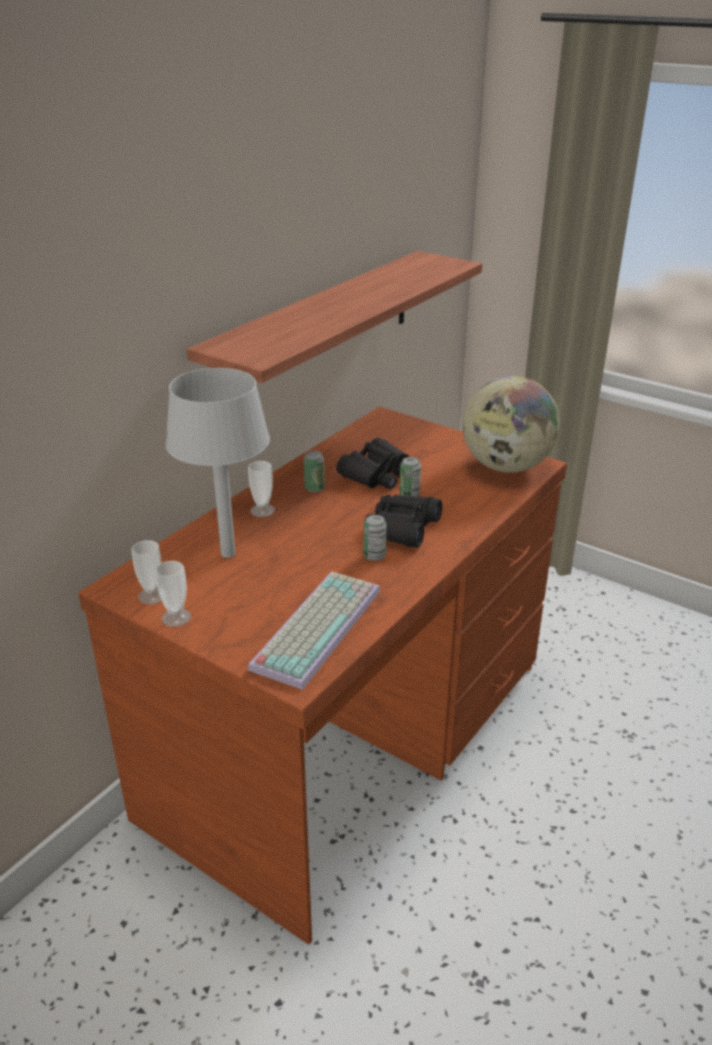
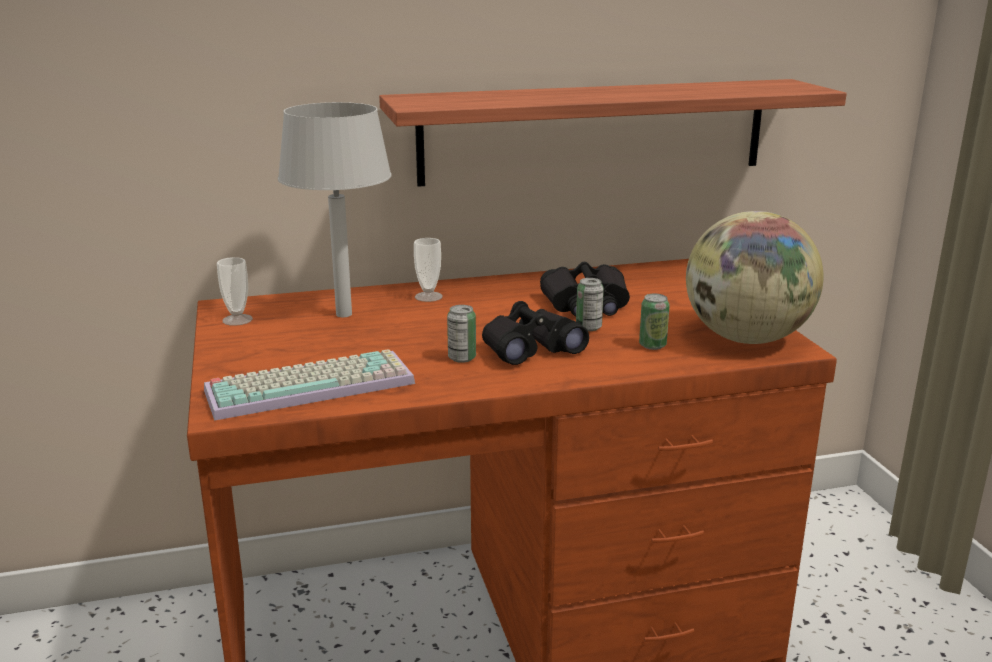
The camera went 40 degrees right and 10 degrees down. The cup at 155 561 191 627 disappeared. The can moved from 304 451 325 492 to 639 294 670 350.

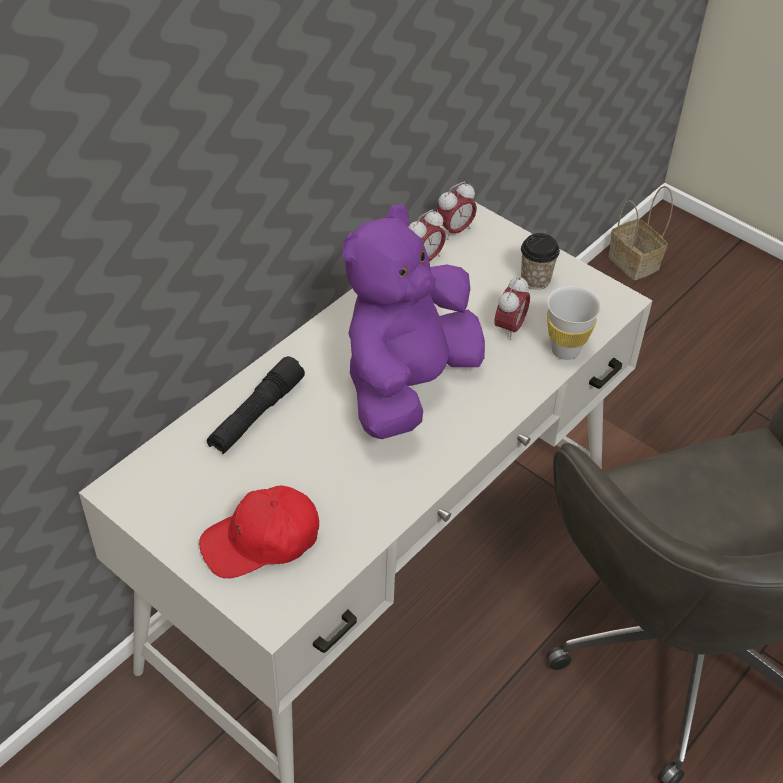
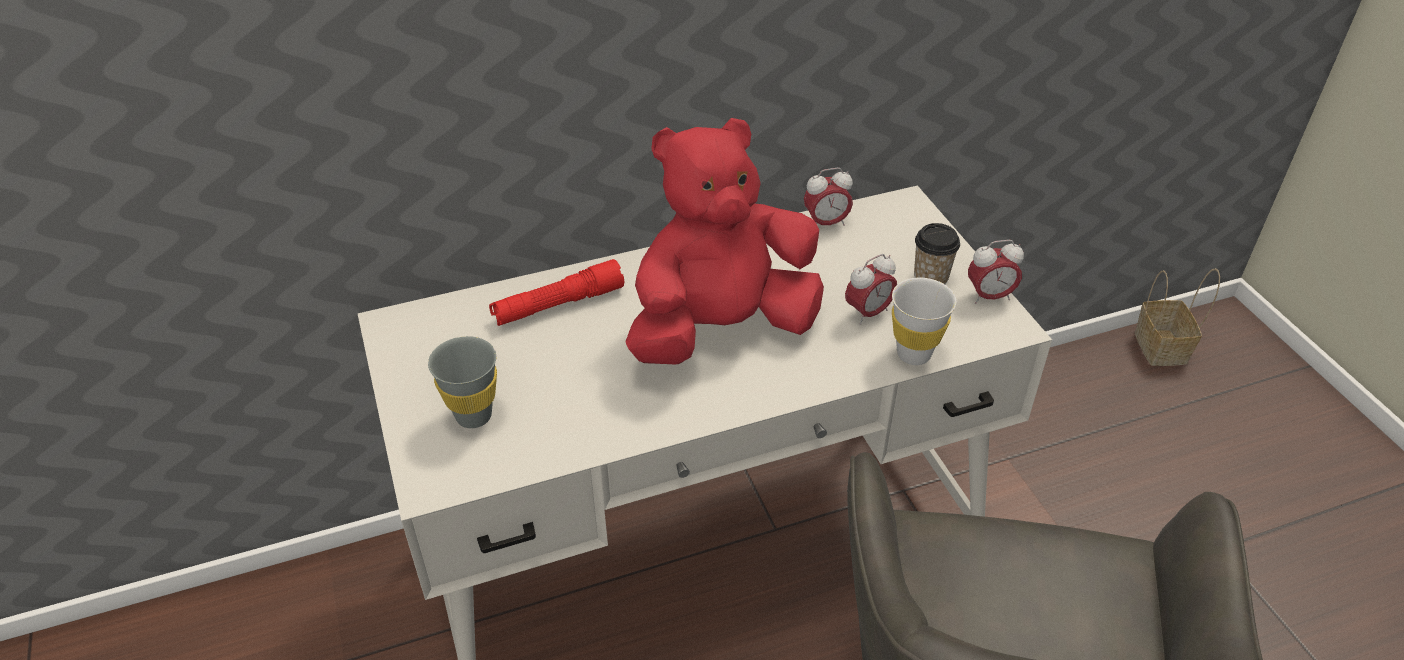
The camera went 30 degrees right and 5 degrees down. The alarm clock moved from 436 182 477 240 to 968 240 1024 304. The cap in red at 199 485 319 578 was replaced by the cup in grey at 428 336 497 428. The flashlight in black at 207 356 305 454 became the flashlight in red at 489 259 624 326. The plush toy in purple at 342 204 485 439 became the plush toy in red at 625 118 824 364.

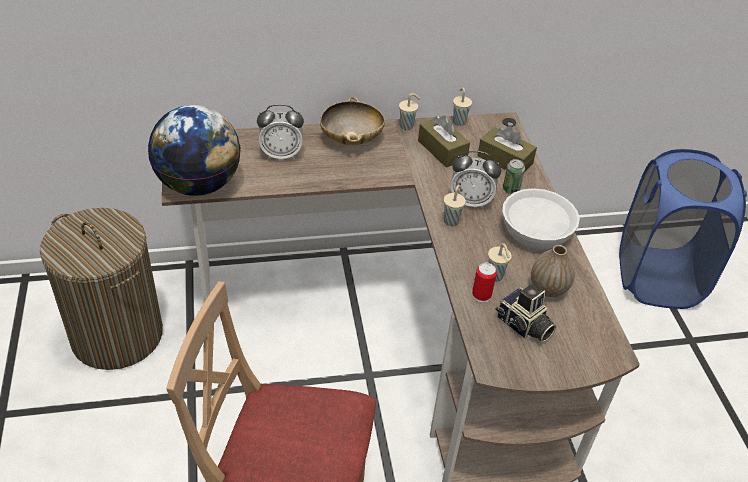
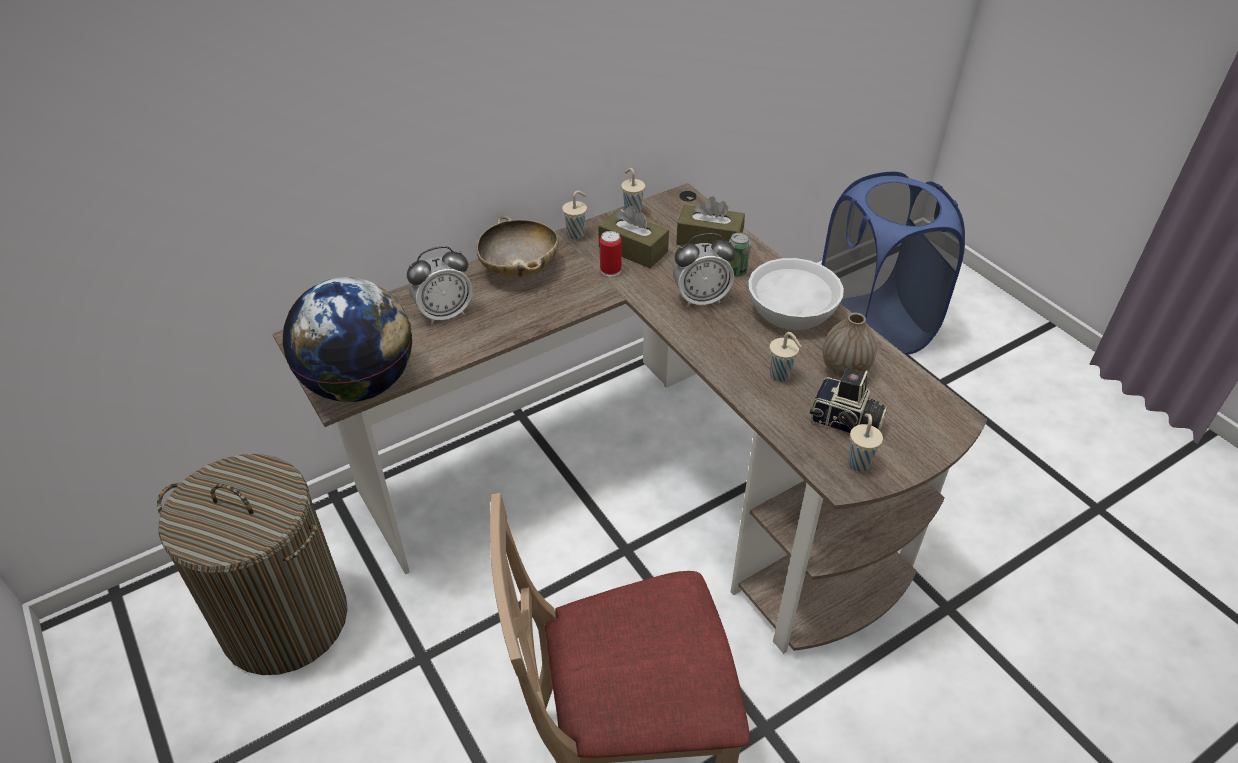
The camera went 20 degrees left and 0 degrees up. The cup in beige moved from 444 185 466 226 to 848 414 883 472. The can moved from 472 263 497 302 to 600 231 621 277.

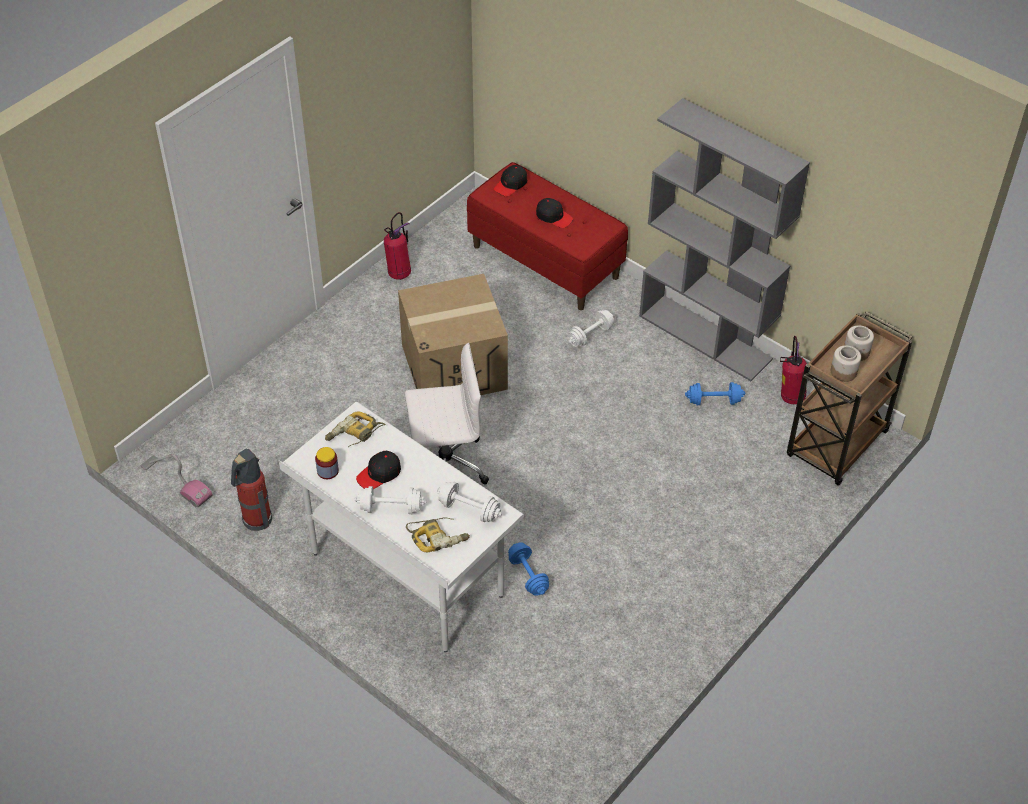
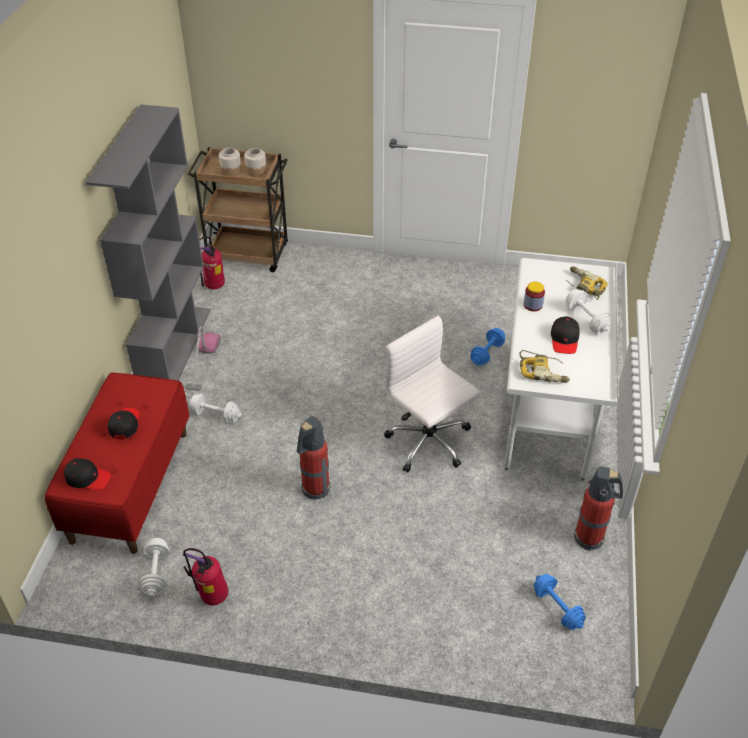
The camera went 120 degrees left and 5 degrees down. The vacuum cleaner moved from 141 454 213 508 to 185 326 221 391. The jar moved from 315 447 339 479 to 524 282 545 311. The dumbbell in white moved from 437 482 502 522 to 140 538 169 596. The dumbbell in blue moved from 685 382 745 405 to 533 574 586 630. The cardboard box at 398 274 508 395 was replaced by the fire extinguisher at 297 416 330 499. The cap in black at 356 451 401 489 turned 75 degrees clockwise.

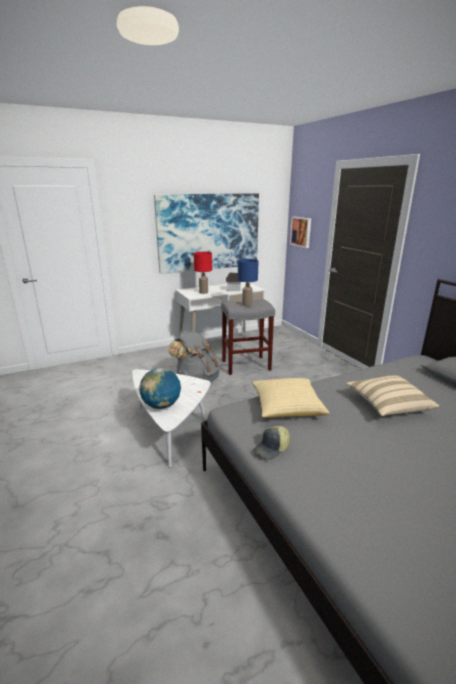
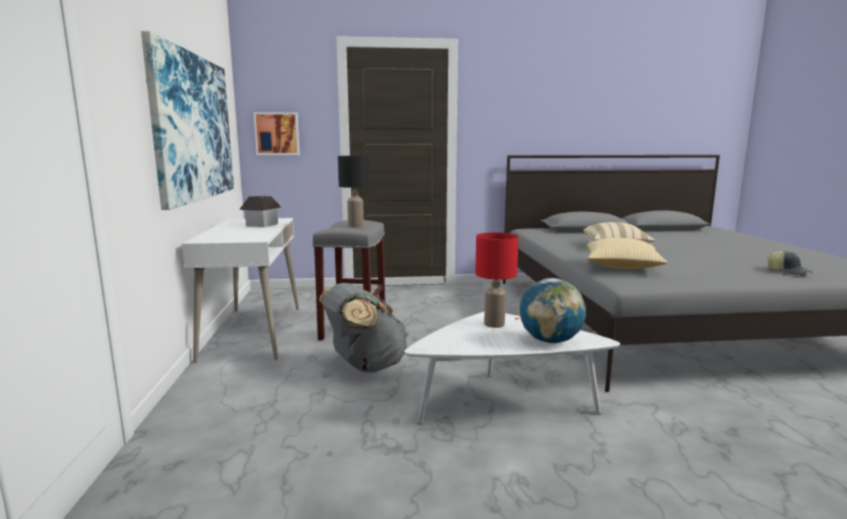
The camera went 70 degrees left and 10 degrees down. The table lamp in red moved from 194 252 212 294 to 475 232 519 328. The cap moved from 253 426 290 460 to 768 250 812 275. The table lamp in blue at 238 259 259 306 became the table lamp in black at 338 156 371 227.

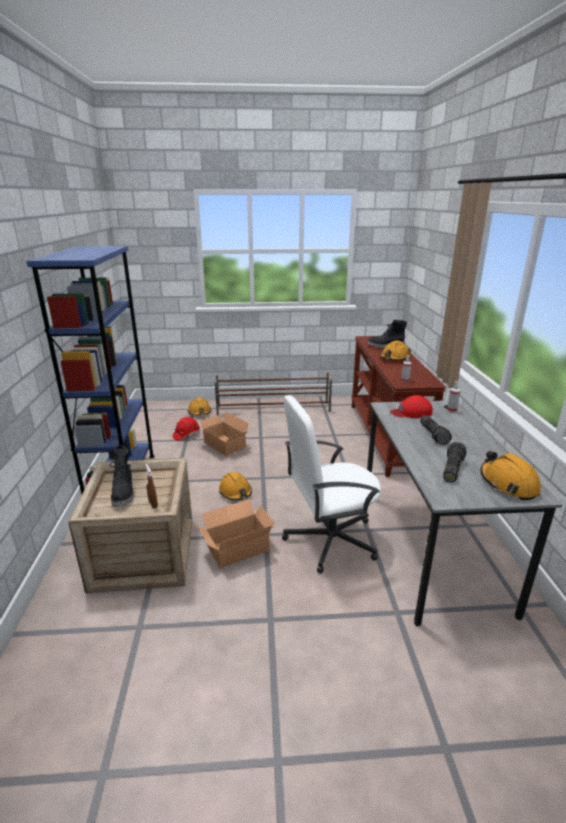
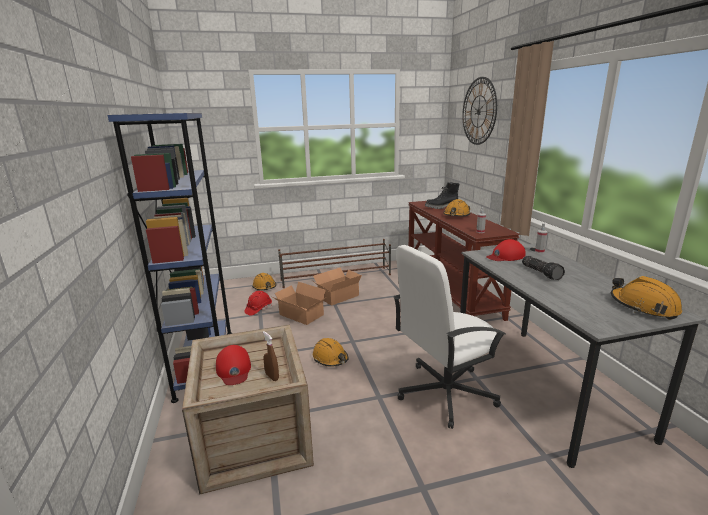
The camera went 10 degrees left and 5 degrees down. The flashlight at 443 442 467 482 disappeared. The wall clock at 462 77 497 145 appeared. The cardboard box moved from 197 499 275 569 to 313 268 362 306. The boot in black at 110 445 134 507 was replaced by the cap in red at 216 345 251 385.

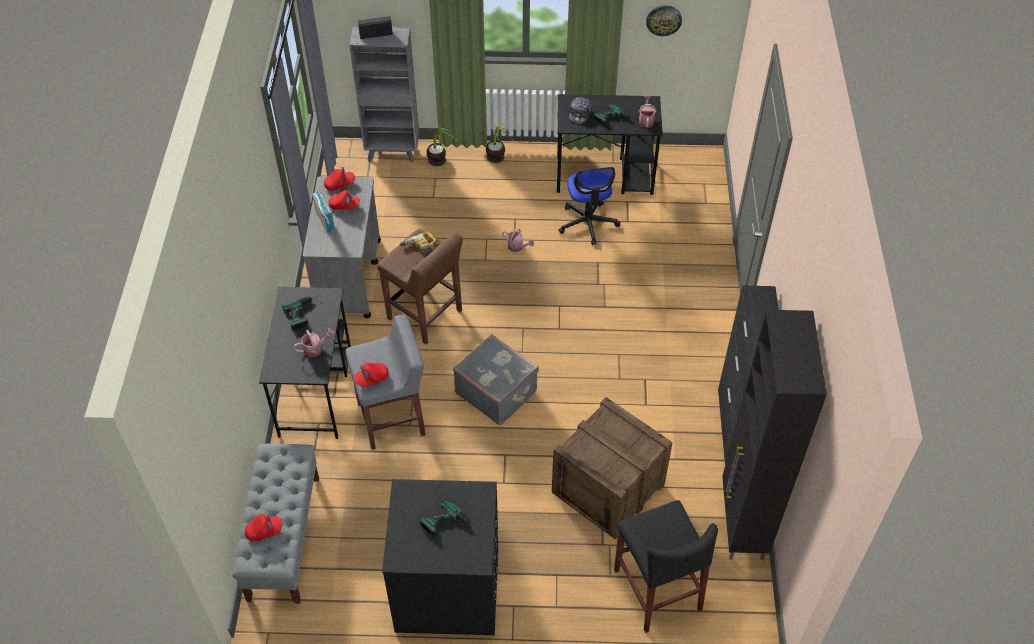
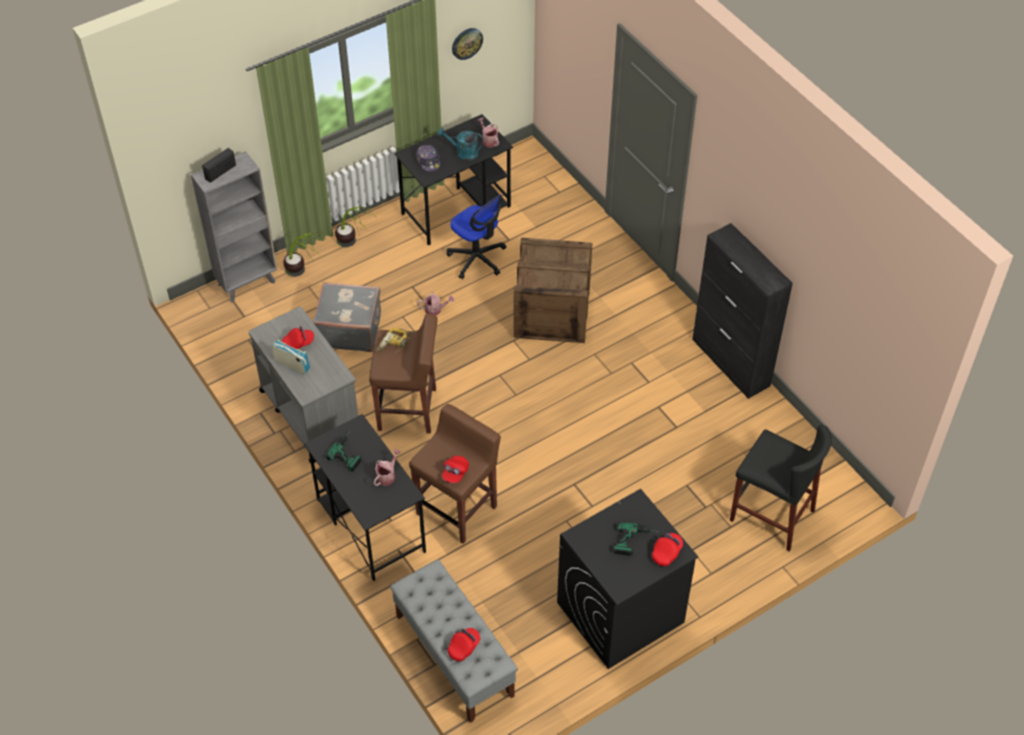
The camera went 35 degrees left and 0 degrees up. The cabinet in black at 722 310 827 560 disappeared. The cap in red moved from 324 167 355 191 to 652 533 683 566. The suitcase in grey moved from 453 334 539 425 to 313 282 381 352. The crate moved from 552 397 672 540 to 514 238 592 343. The power drill at 594 103 633 126 was replaced by the watering can in turquoise at 437 128 484 161. The stool in grey at 346 315 426 450 became the stool in brown at 409 404 501 544.

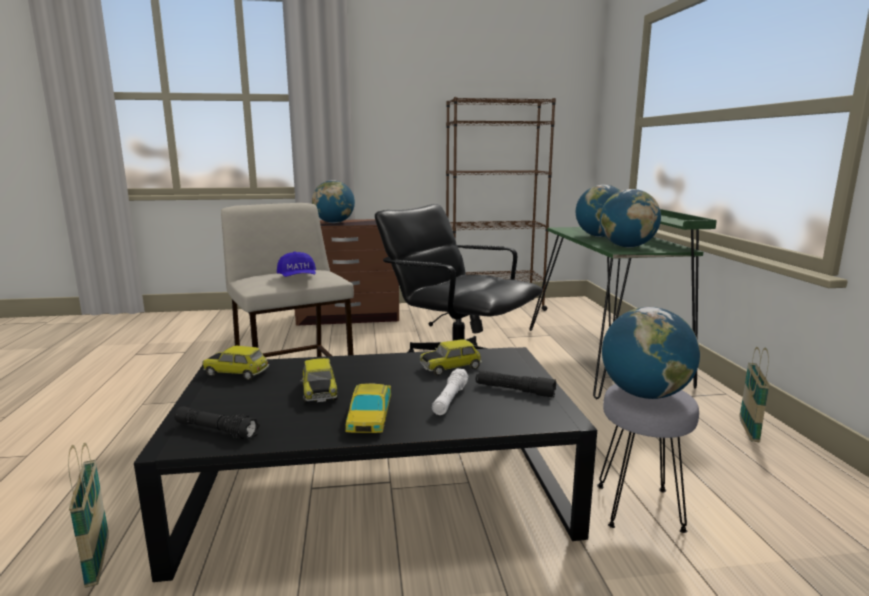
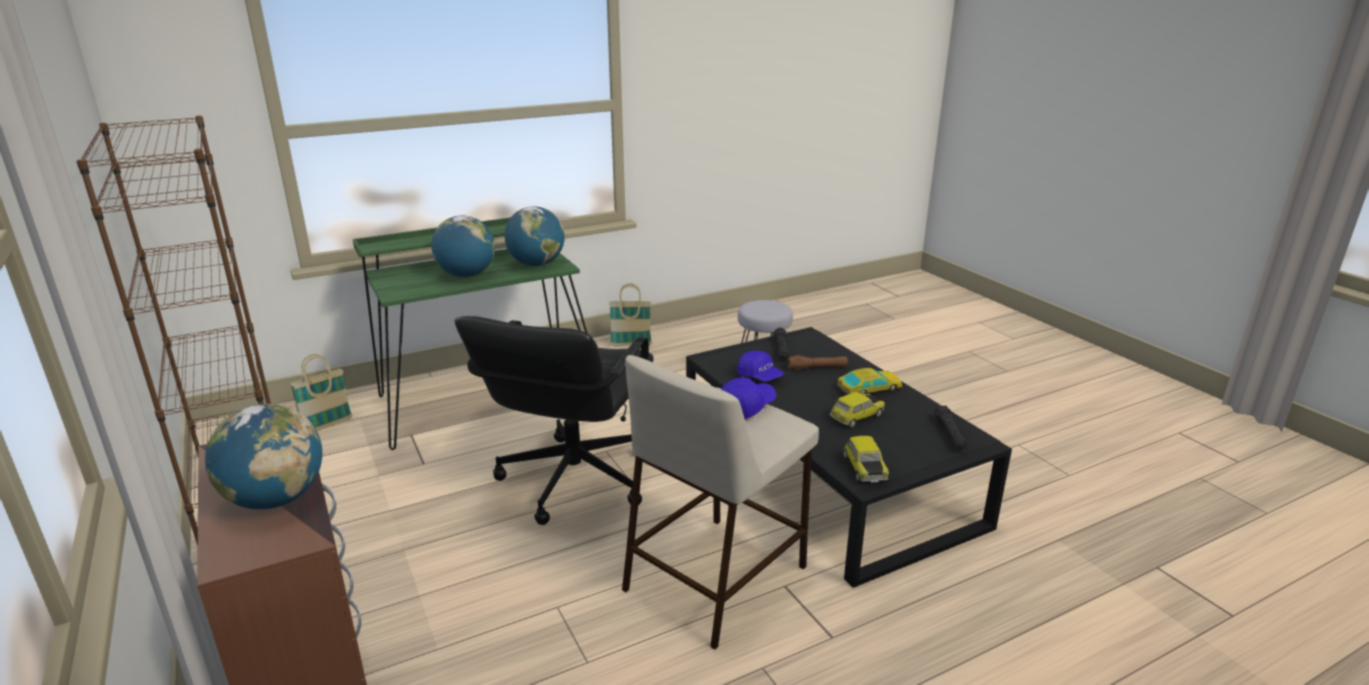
The camera went 110 degrees left and 10 degrees up. The globe at 602 307 700 399 disappeared. The basket moved from 68 443 109 588 to 290 354 352 431. The toy car at 420 339 482 376 was replaced by the cap in blue at 737 351 784 382. The flashlight in white at 432 368 469 415 became the flashlight in brown at 787 355 848 370.

